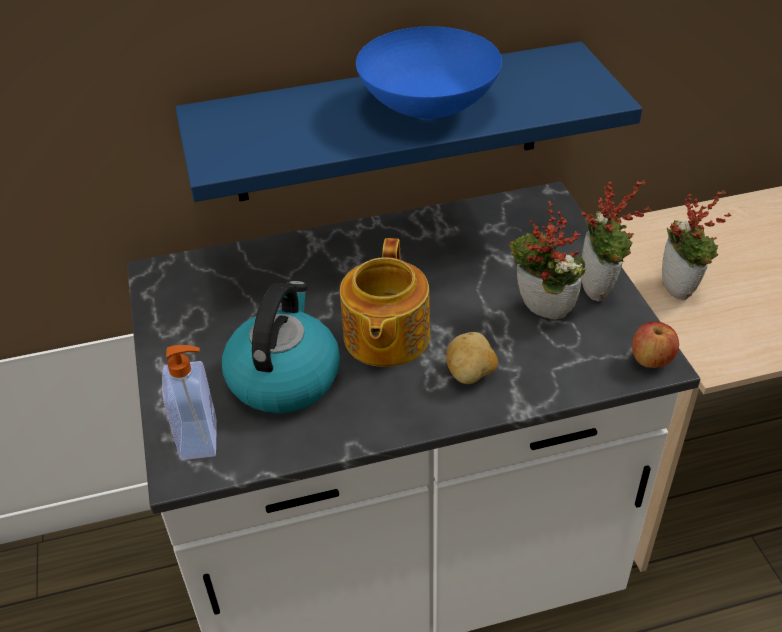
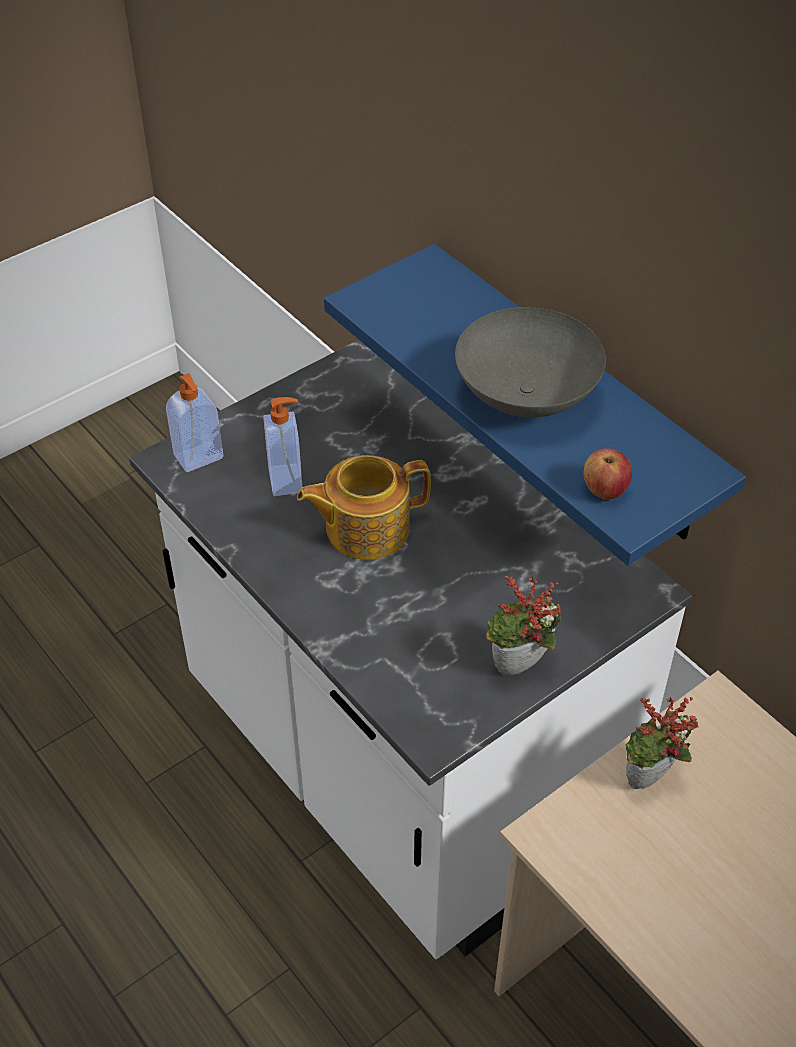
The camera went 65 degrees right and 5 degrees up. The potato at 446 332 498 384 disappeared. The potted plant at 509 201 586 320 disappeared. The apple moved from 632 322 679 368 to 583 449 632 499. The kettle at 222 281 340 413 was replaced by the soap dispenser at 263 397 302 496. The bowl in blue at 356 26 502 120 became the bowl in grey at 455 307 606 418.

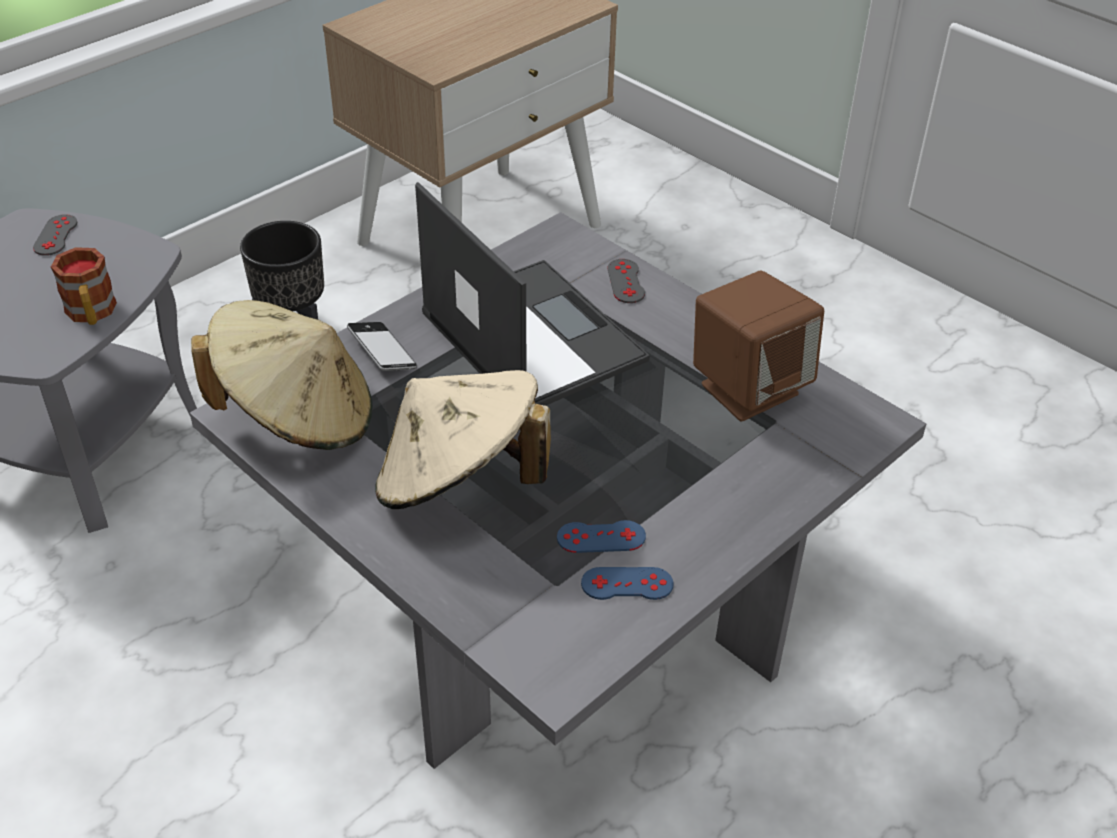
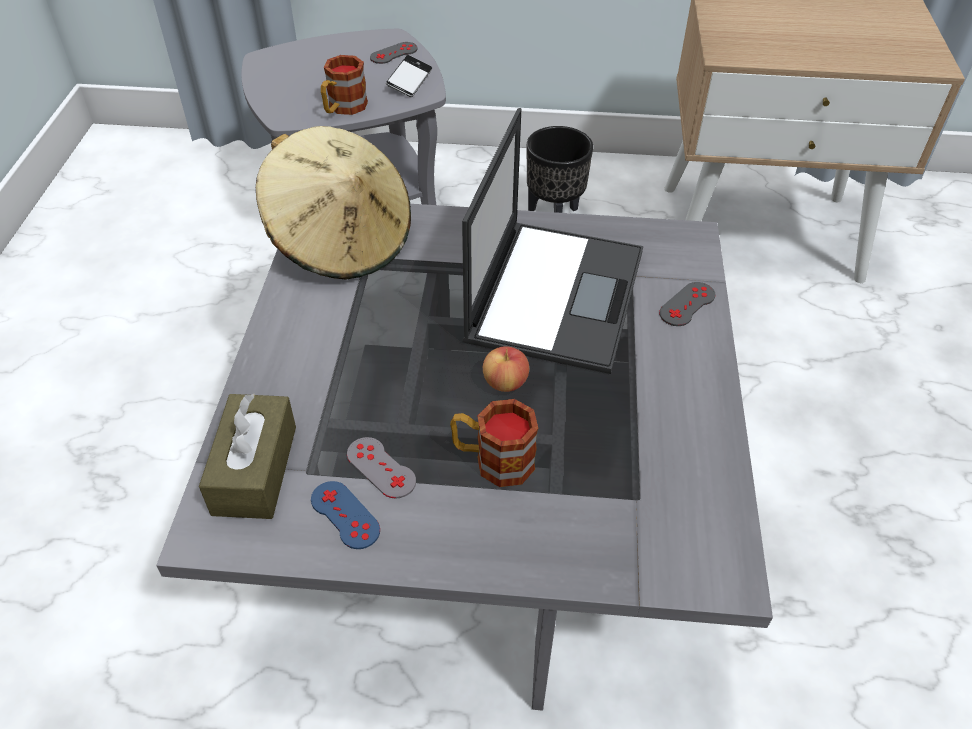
The camera went 50 degrees right and 5 degrees up. The hat in beige at 375 370 551 509 disappeared. The speaker in brown at 693 271 824 422 disappeared. The tissue box in brown at 199 393 296 519 appeared. The mug at 450 399 538 487 appeared. The apple at 483 346 529 392 appeared. The phone moved from 347 322 417 371 to 386 55 432 97. The game controller in blue at 557 520 646 553 became the game controller in grey at 347 437 416 498.

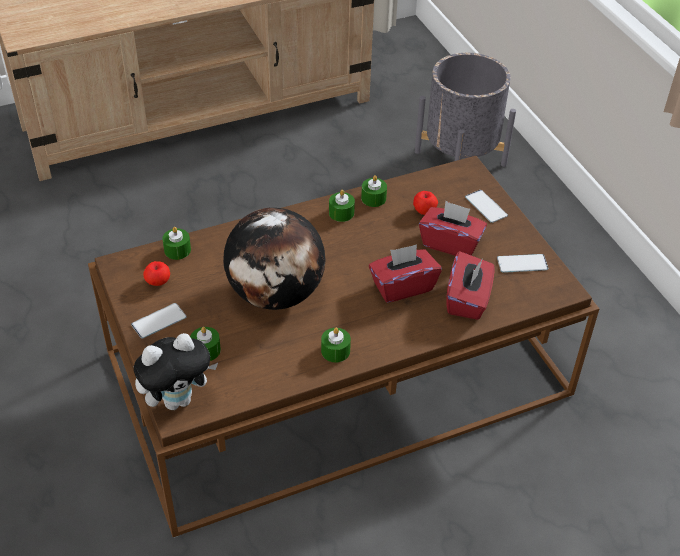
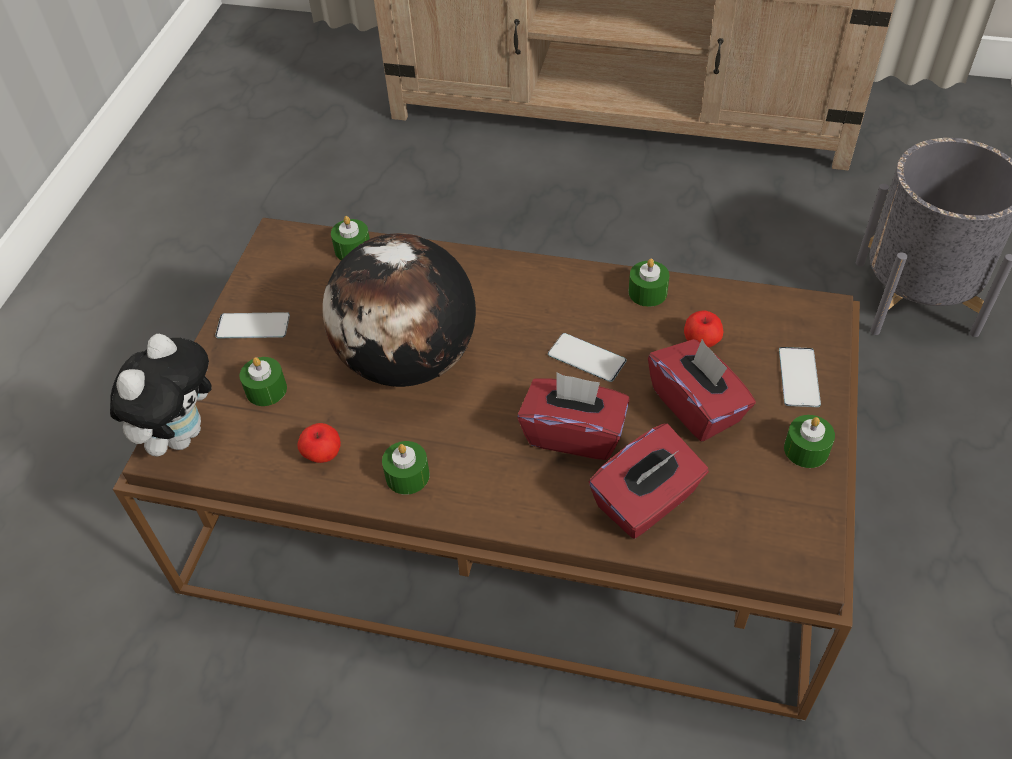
The camera went 40 degrees right and 5 degrees up. The apple moved from 143 261 170 286 to 297 423 341 463. The candle in green moved from 329 190 355 222 to 784 415 835 468. The phone moved from 497 254 548 273 to 548 333 627 382. The plush toy at 134 333 218 410 turned 75 degrees counterclockwise.

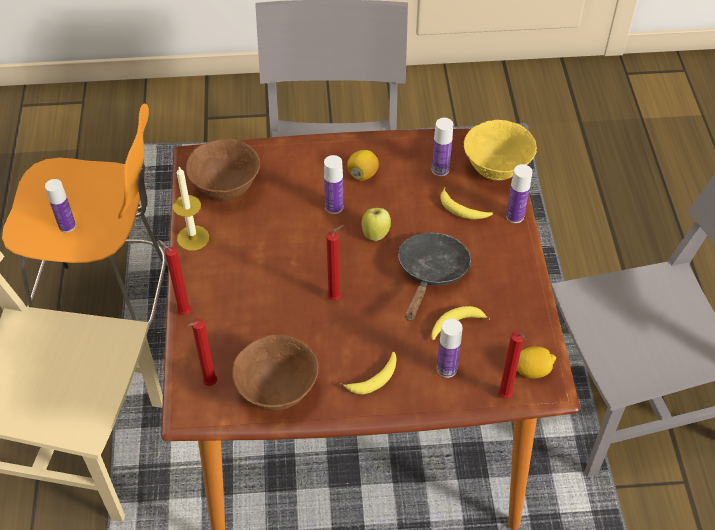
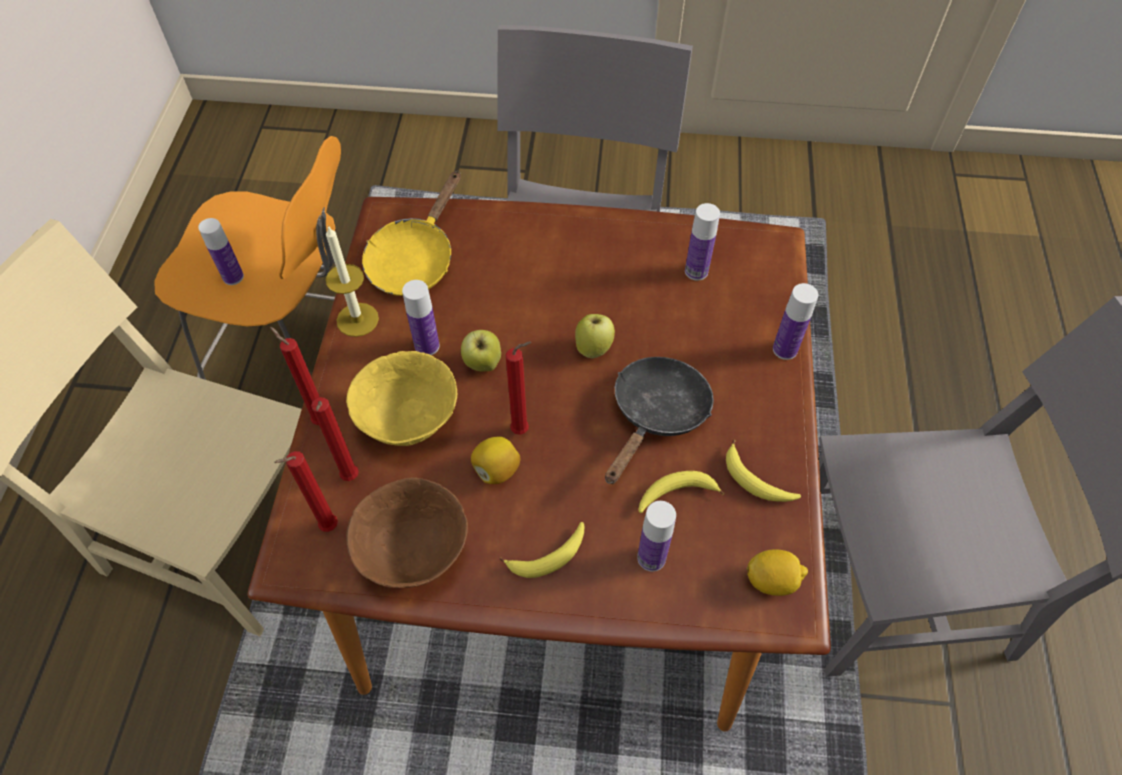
The camera went 10 degrees right and 5 degrees up. The apple at 461 330 501 372 appeared. The bottle moved from 324 155 343 214 to 402 280 440 355. The lemon moved from 347 150 379 181 to 471 437 520 484. The banana moved from 440 187 493 219 to 726 440 801 502. The bowl in yellow moved from 464 120 537 181 to 346 351 457 446. The candle in red moved from 498 332 526 398 to 311 397 359 481. The bowl in brown at 186 139 260 201 was replaced by the frying pan in yellow at 362 171 461 296.

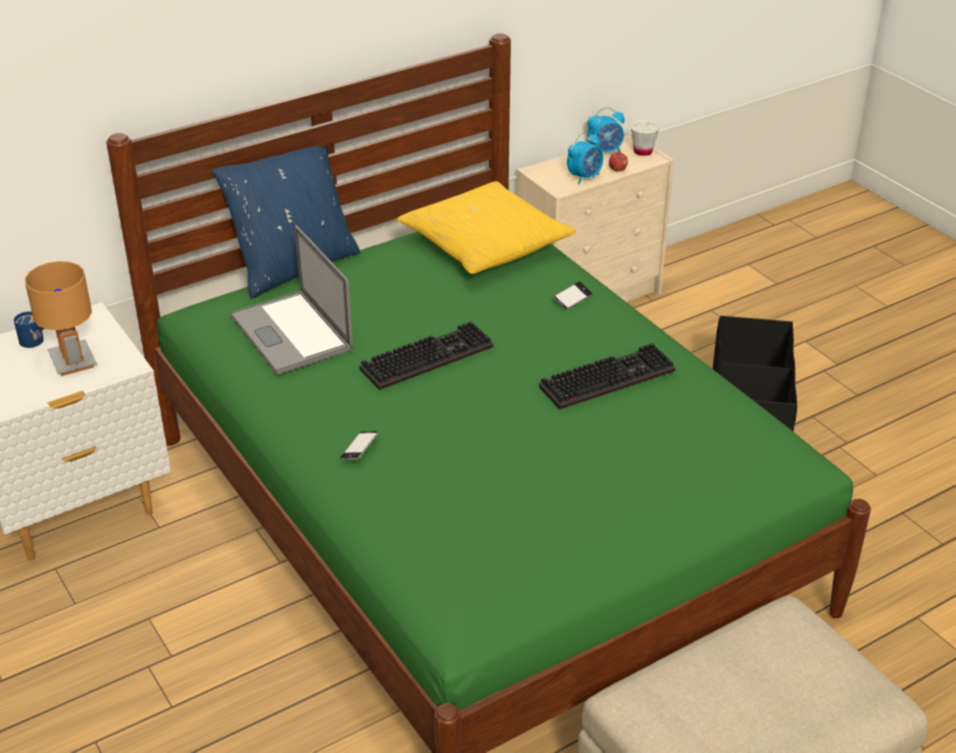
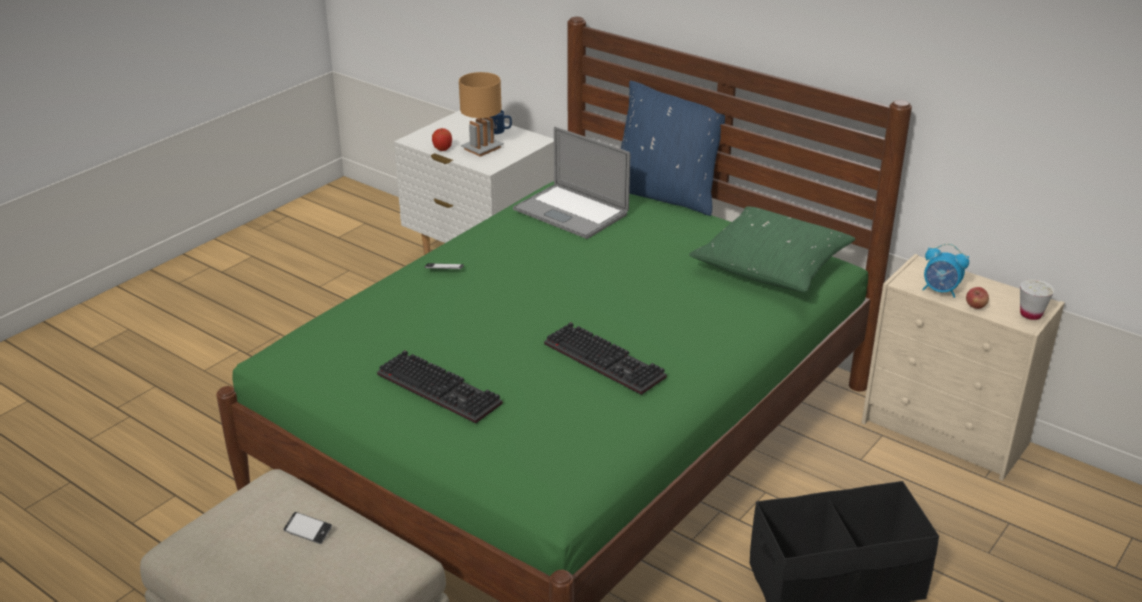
The camera went 70 degrees right and 5 degrees down. The alarm clock at 587 107 625 152 disappeared. The apple at 432 128 452 151 appeared. The keyboard moved from 359 321 493 390 to 377 350 503 424. The phone moved from 553 281 592 310 to 284 512 332 544. The pillow in yellow at 397 181 576 274 became the pillow in green at 689 206 855 292. The laptop at 230 225 353 375 turned 90 degrees counterclockwise.

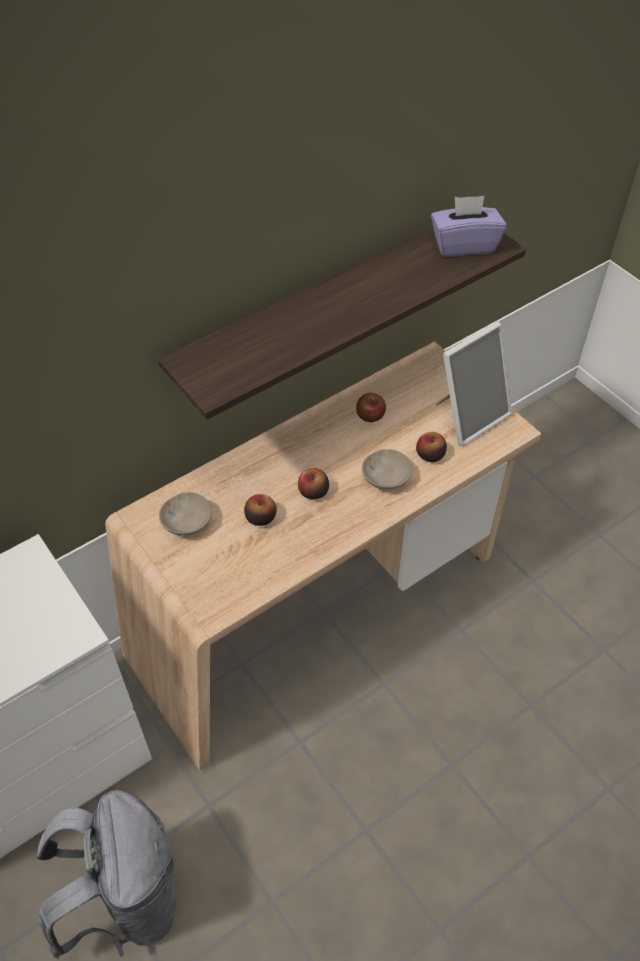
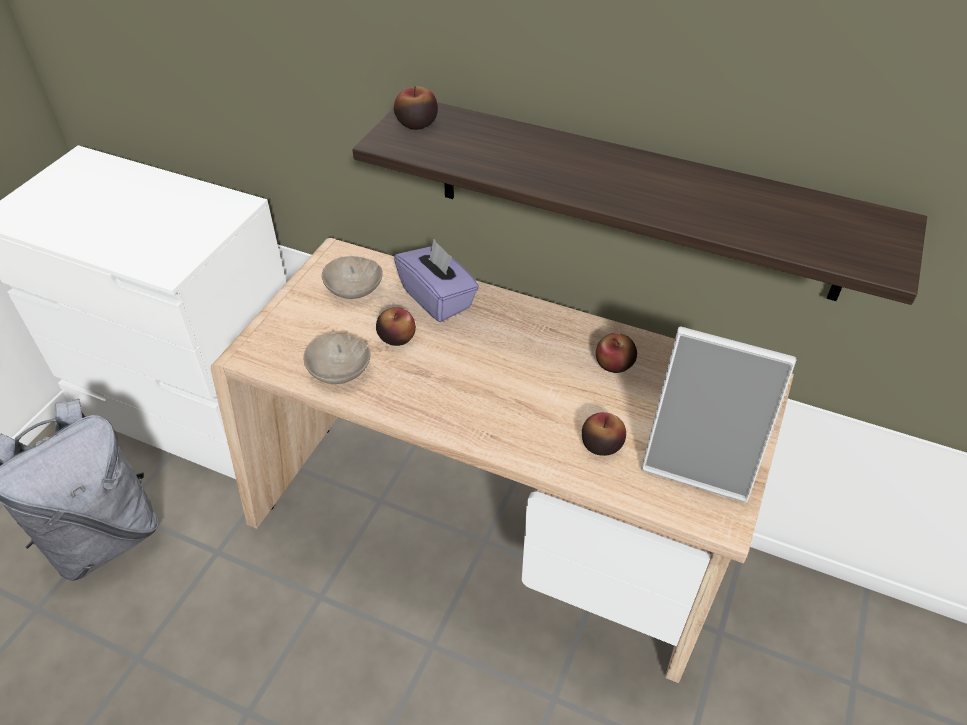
The camera went 60 degrees right and 5 degrees down. The apple moved from 298 468 329 499 to 394 86 438 130. The bowl in beige moved from 362 449 412 490 to 304 334 371 384. The tissue box in purple moved from 431 196 507 256 to 394 239 479 322.

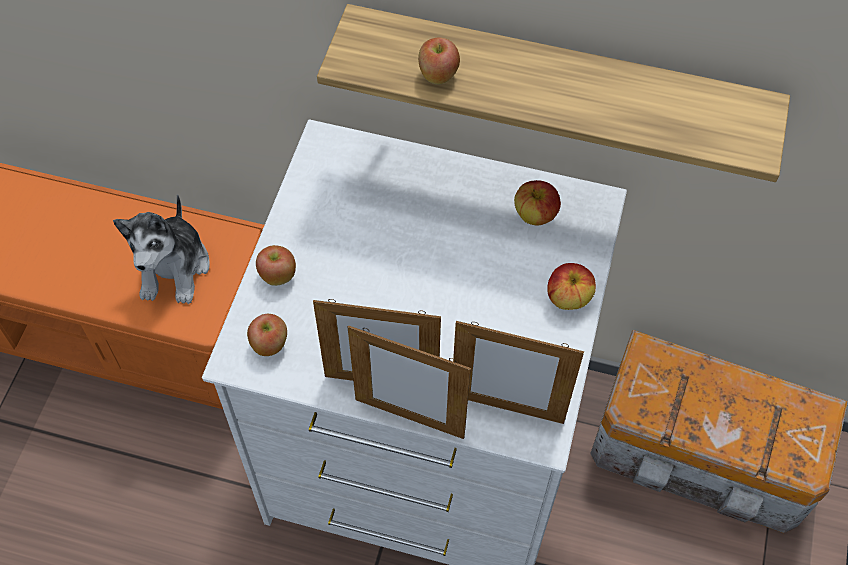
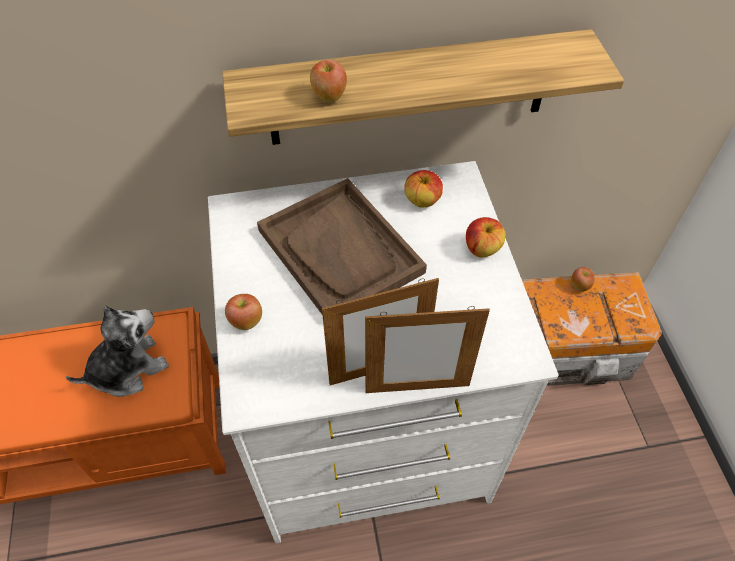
The camera went 25 degrees left and 5 degrees down. The picture frame at 453 321 584 424 disappeared. The tray in brown at 257 178 427 314 appeared. The apple moved from 247 314 287 356 to 571 267 595 292. The plush toy at 113 194 210 304 turned 105 degrees counterclockwise.

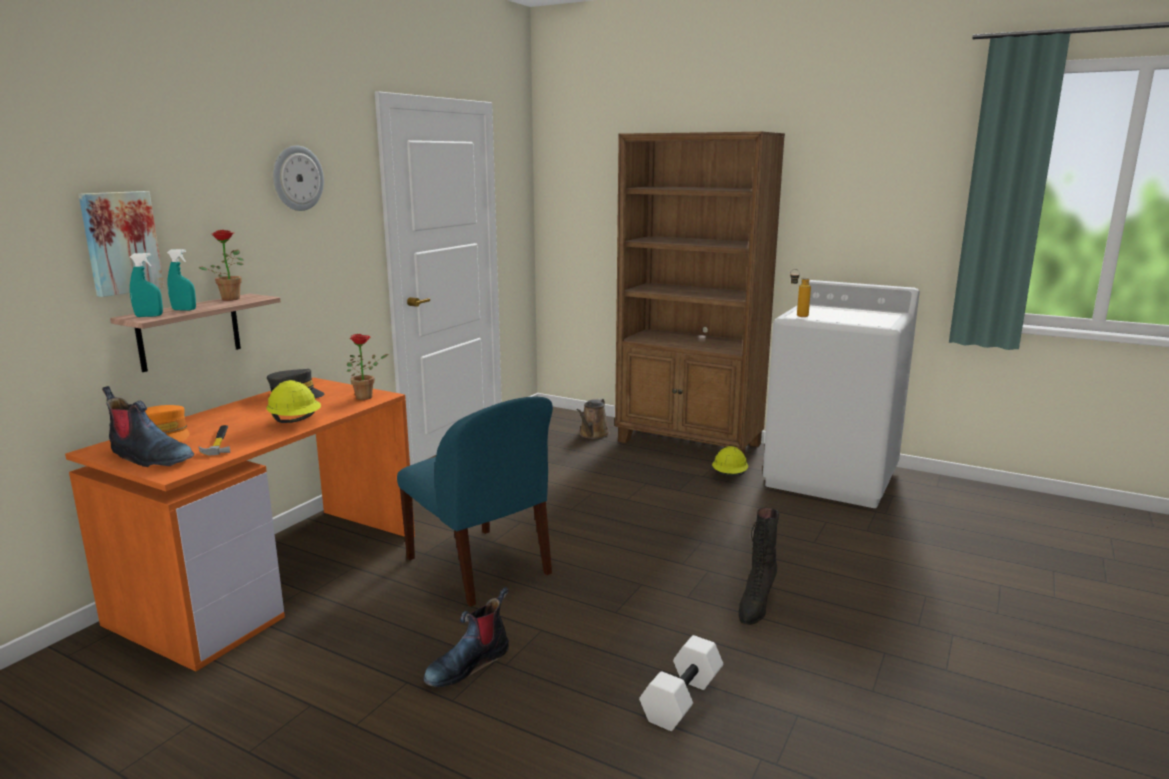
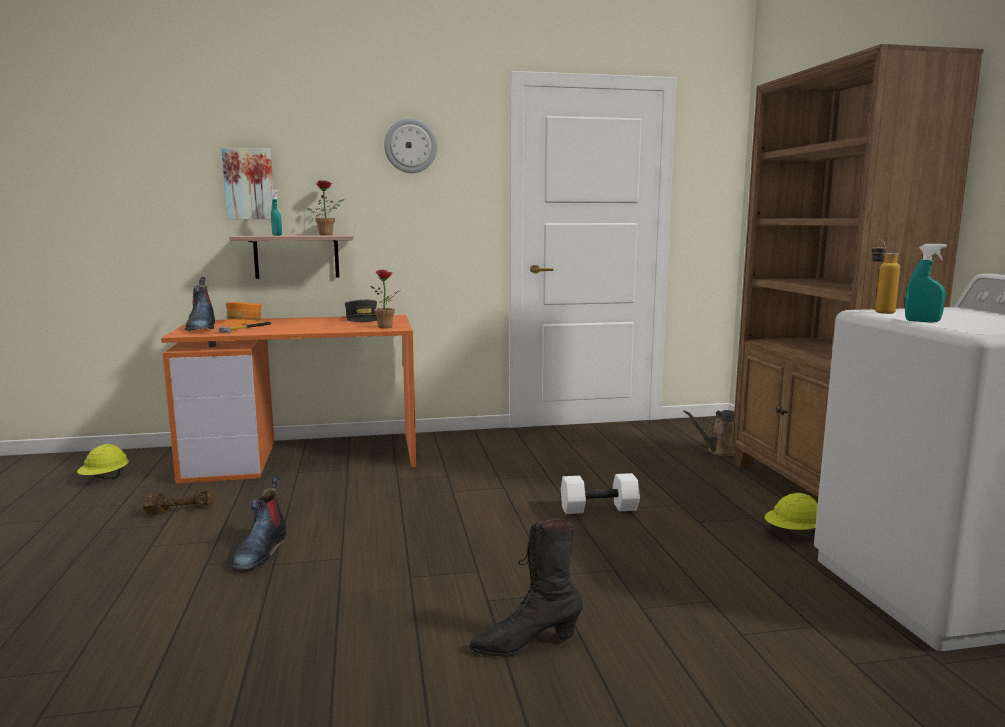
The camera went 50 degrees right and 5 degrees down. The chair in blue at 397 397 553 607 disappeared. The dumbbell in brown at 143 488 214 515 appeared. The spray bottle in turquoise moved from 130 253 163 317 to 905 244 947 323. The hard hat in yellow moved from 266 380 321 423 to 77 444 129 479. The dumbbell in white moved from 639 635 723 731 to 561 473 640 514. The boot at 424 587 509 687 turned 90 degrees counterclockwise.

